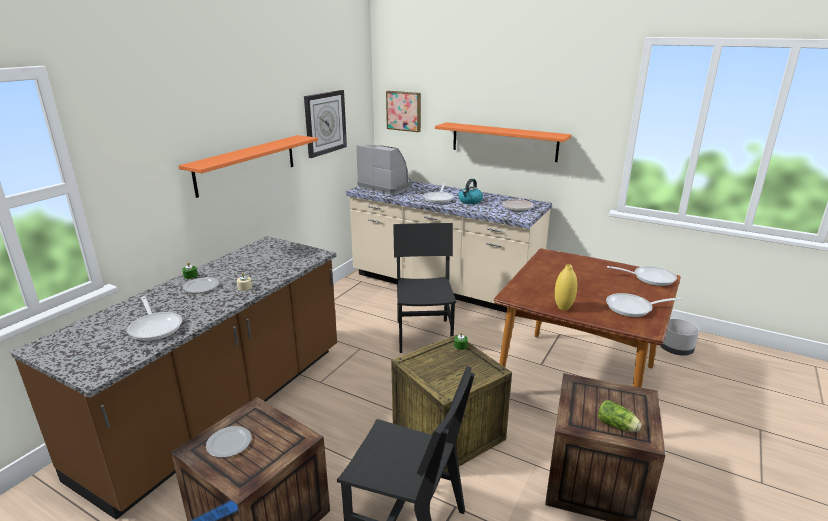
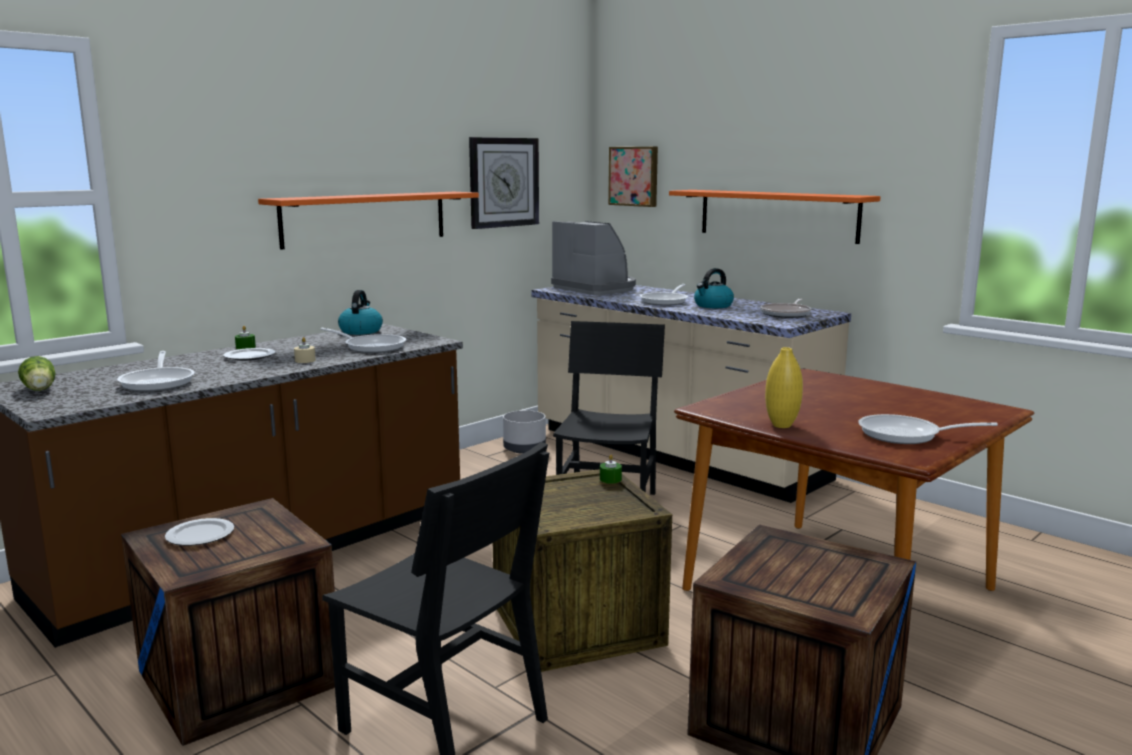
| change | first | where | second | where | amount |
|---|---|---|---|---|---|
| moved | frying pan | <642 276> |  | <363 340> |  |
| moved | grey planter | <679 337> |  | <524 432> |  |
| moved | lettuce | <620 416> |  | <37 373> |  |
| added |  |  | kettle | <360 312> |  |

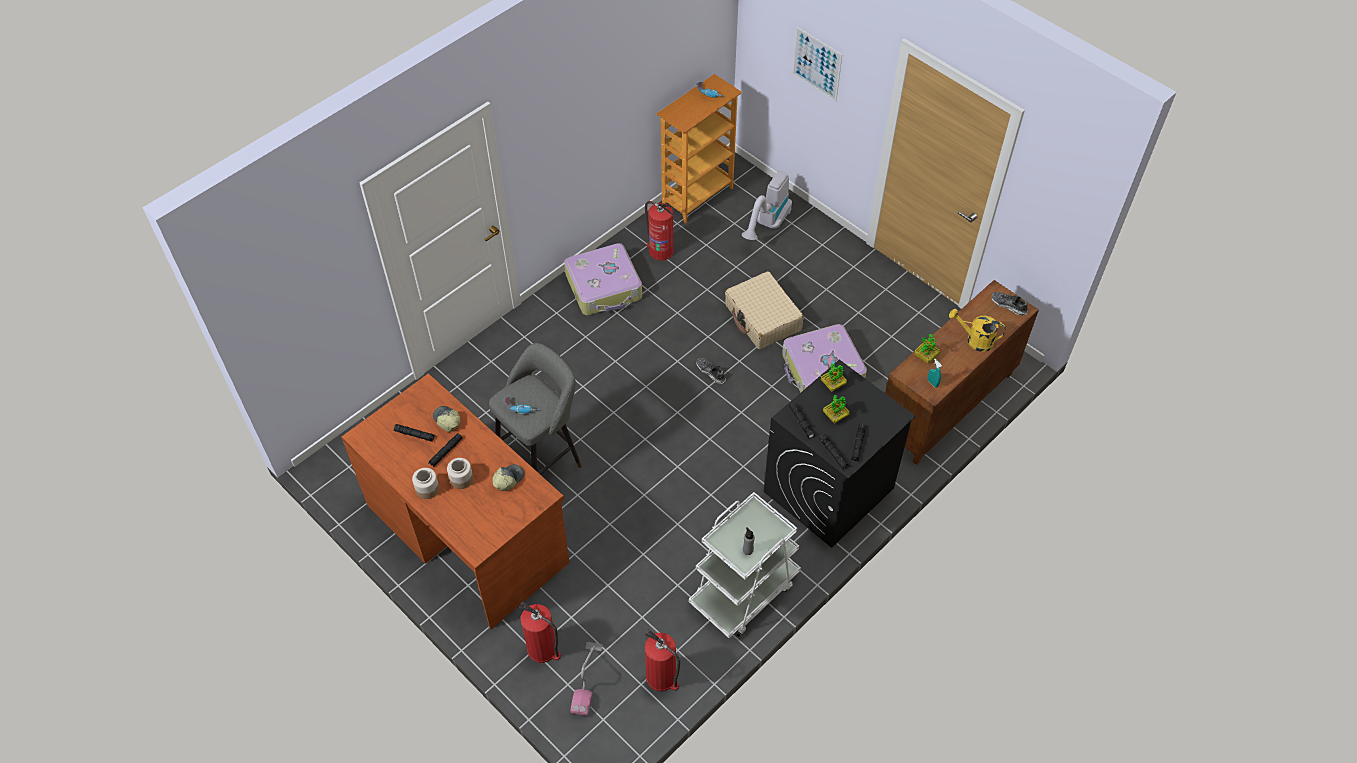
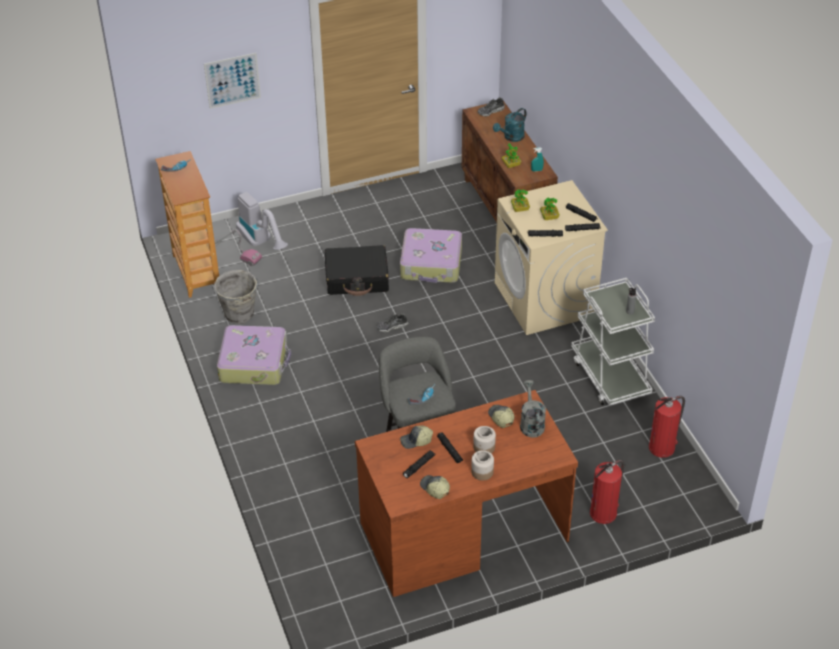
| change | first | where | second | where | amount |
|---|---|---|---|---|---|
| replaced | fire extinguisher | <659 231> | grey bucket | <236 297> |  |
| recoloured | beige suitcase | <764 310> | black suitcase | <357 270> |  |
| recoloured | yellow watering can | <977 330> | turquoise watering can | <510 125> |  |
| recoloured | black washing machine | <840 454> | beige washing machine | <551 257> |  |
| moved | vacuum cleaner | <586 679> |  | <238 248> |  |
| added |  |  | grey watering can | <533 409> |  |
| added |  |  | cap | <435 487> |  |

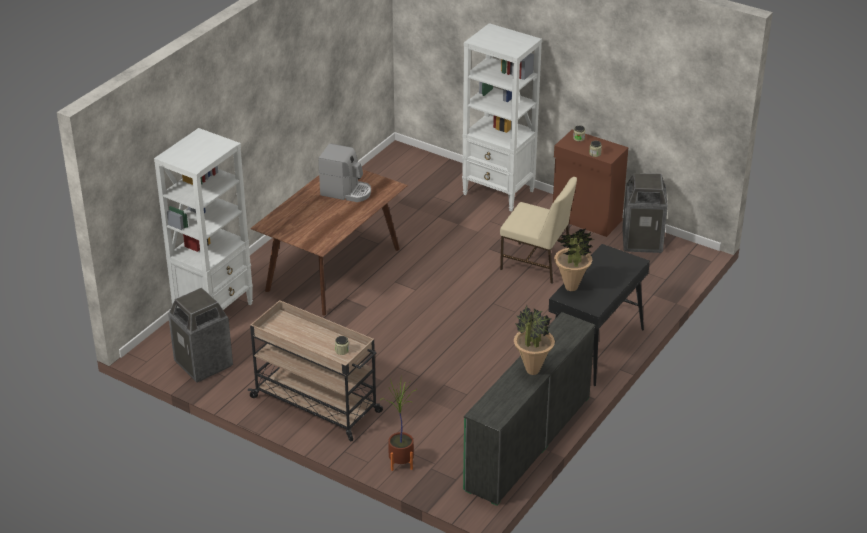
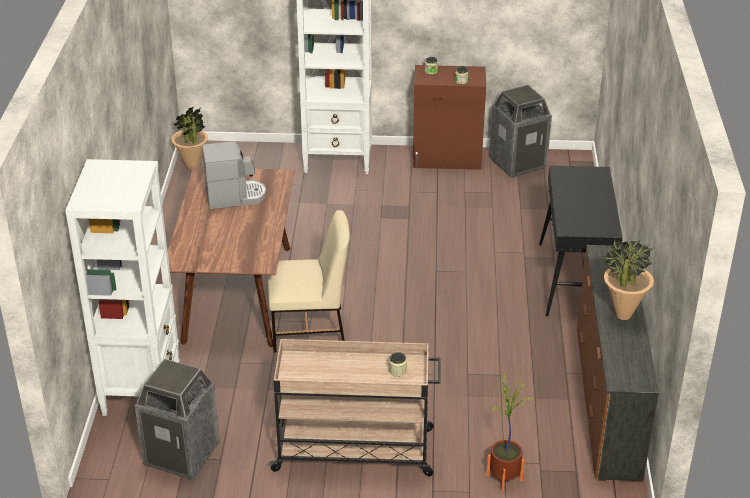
| change | first | where | second | where | amount |
|---|---|---|---|---|---|
| moved | beige chair | <538 230> |  | <308 281> |  |
| moved | potted plant | <573 260> |  | <189 138> |  |
| recoloured | green dresser | <529 409> | brown dresser | <618 363> |  |

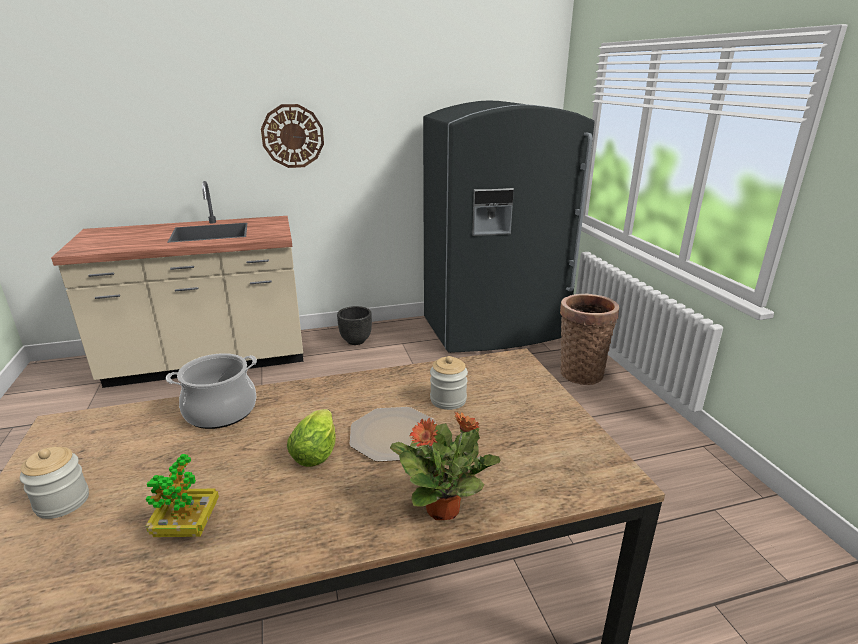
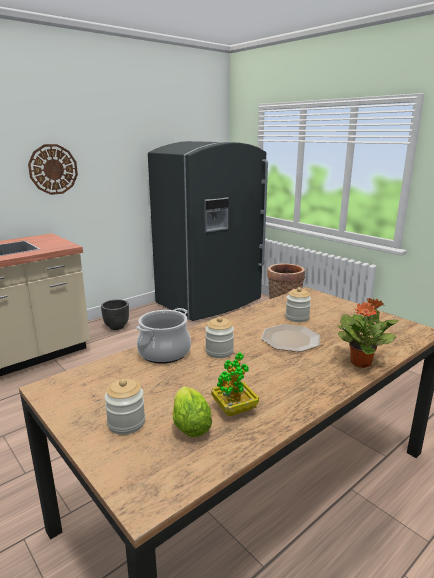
| change | first | where | second | where | amount |
|---|---|---|---|---|---|
| moved | lettuce | <311 438> |  | <192 411> |  |
| added |  |  | jar | <219 337> |  |

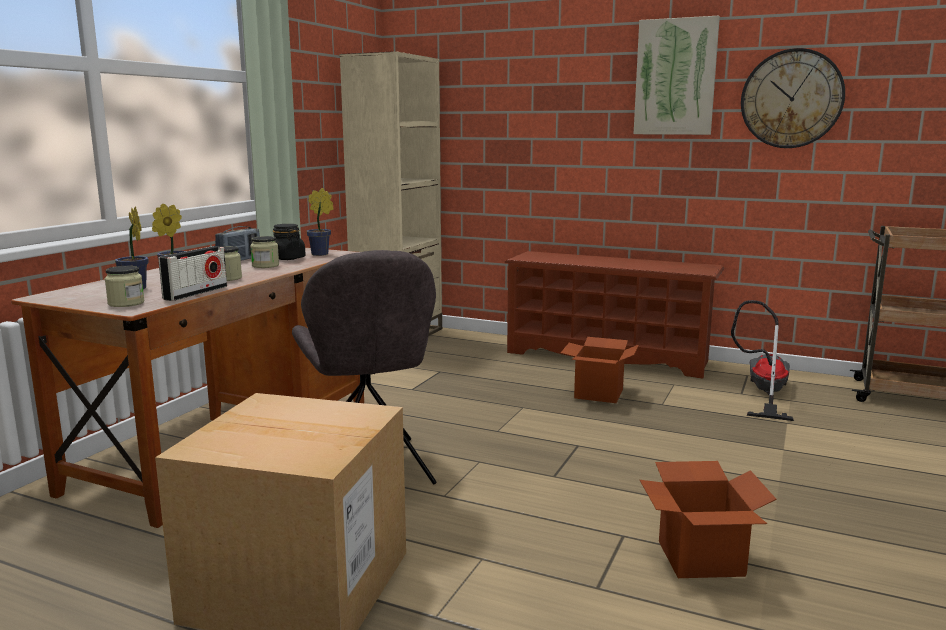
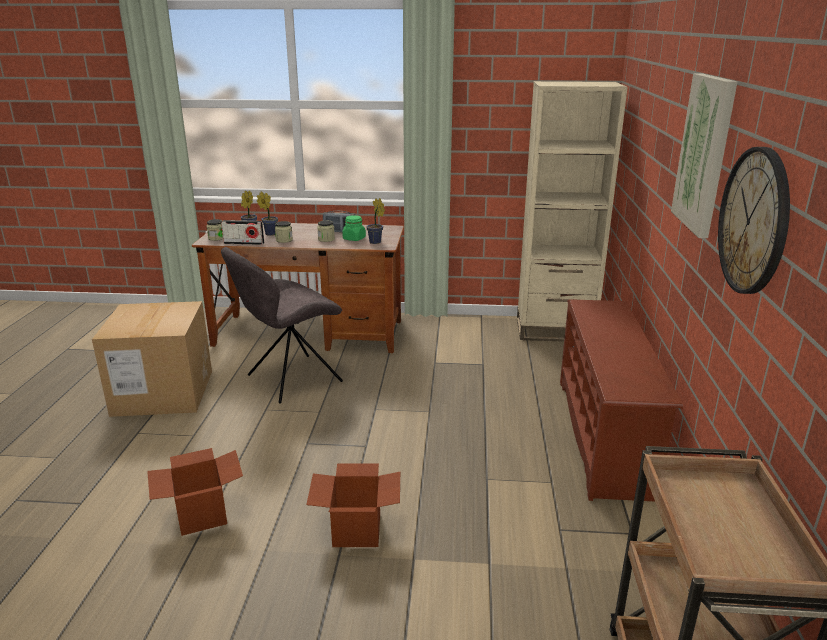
| change | first | where | second | where | amount |
|---|---|---|---|---|---|
| recoloured | black jar | <289 242> | green jar | <354 228> |  |
| removed | vacuum cleaner | <762 360> |  |  |  |
| moved | cardboard box | <600 370> |  | <353 505> |  |

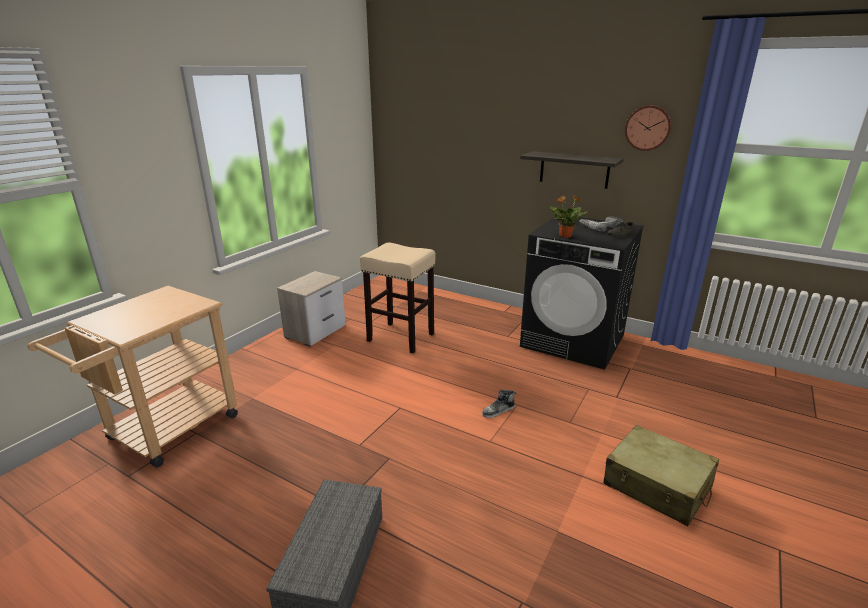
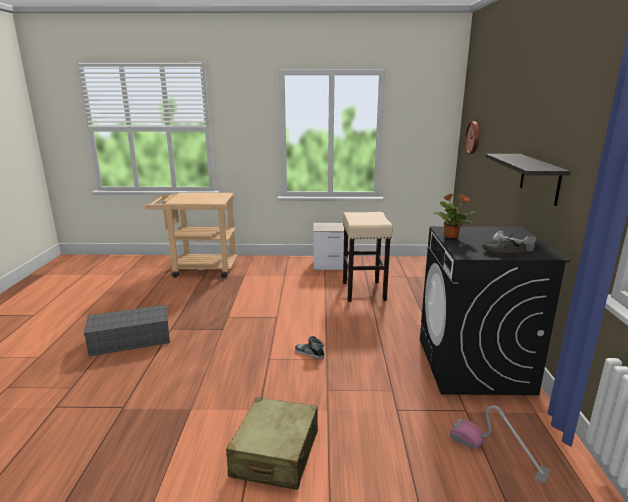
| change | first | where | second | where | amount |
|---|---|---|---|---|---|
| moved | wall clock | <648 128> |  | <472 137> |  |
| added |  |  | vacuum cleaner | <500 444> |  |

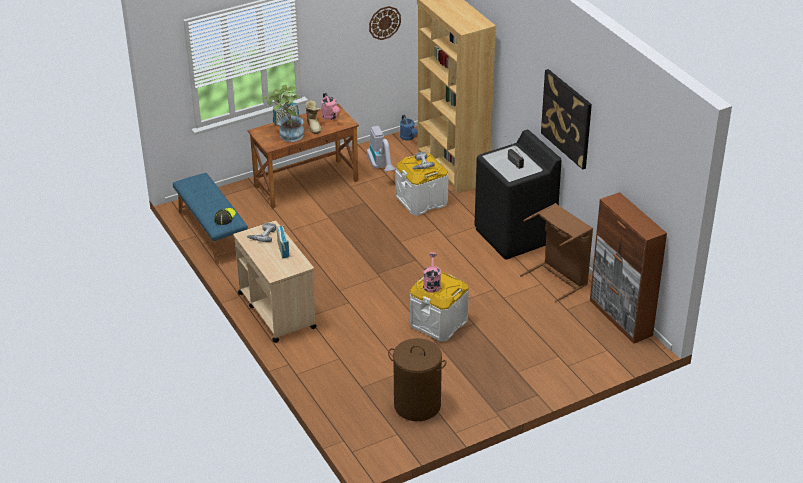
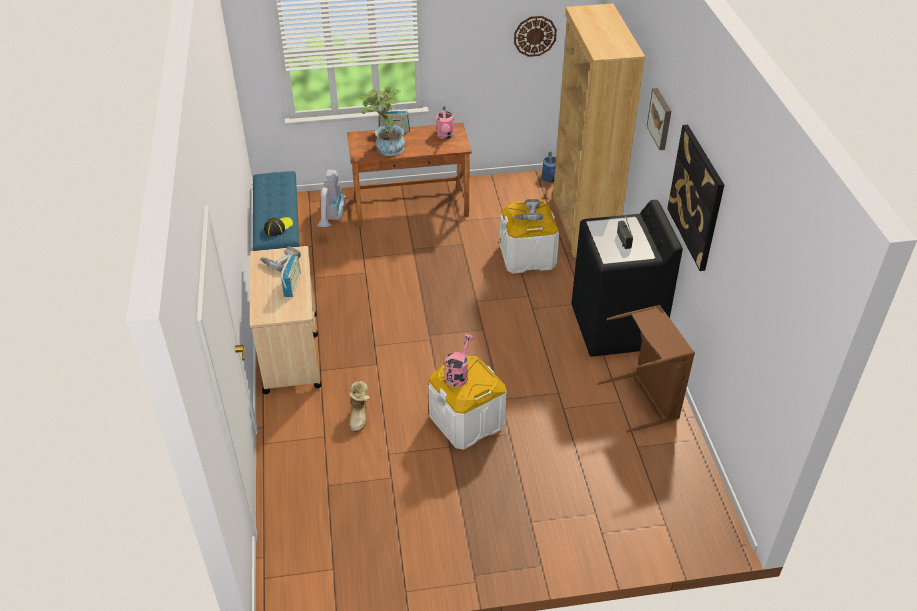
| change | first | where | second | where | amount |
|---|---|---|---|---|---|
| moved | boot | <313 117> |  | <359 406> |  |
| moved | vacuum cleaner | <381 148> |  | <331 198> |  |
| removed | brown cabinet | <628 268> |  |  |  |
| removed | brown laundry basket | <417 379> |  |  |  |
| added |  |  | picture | <658 119> |  |

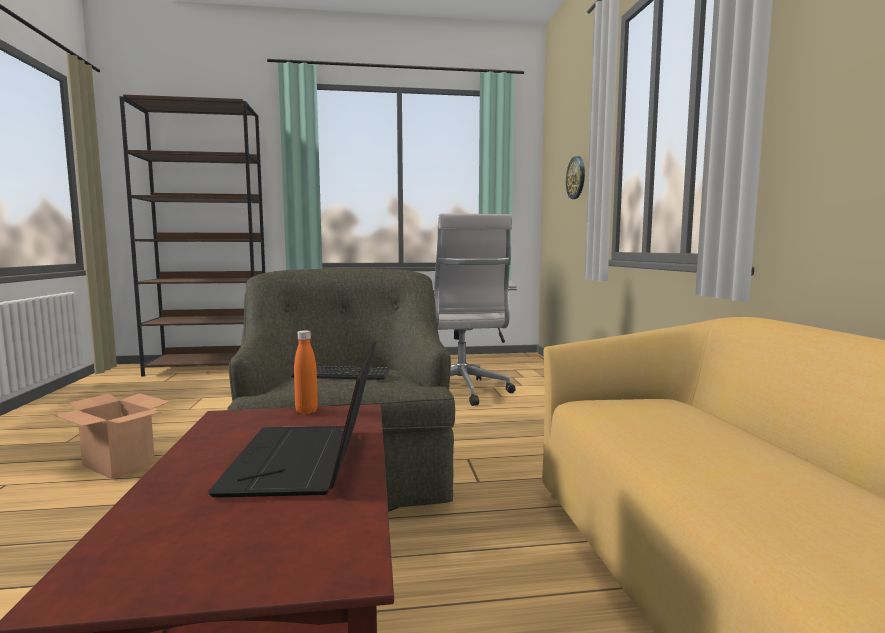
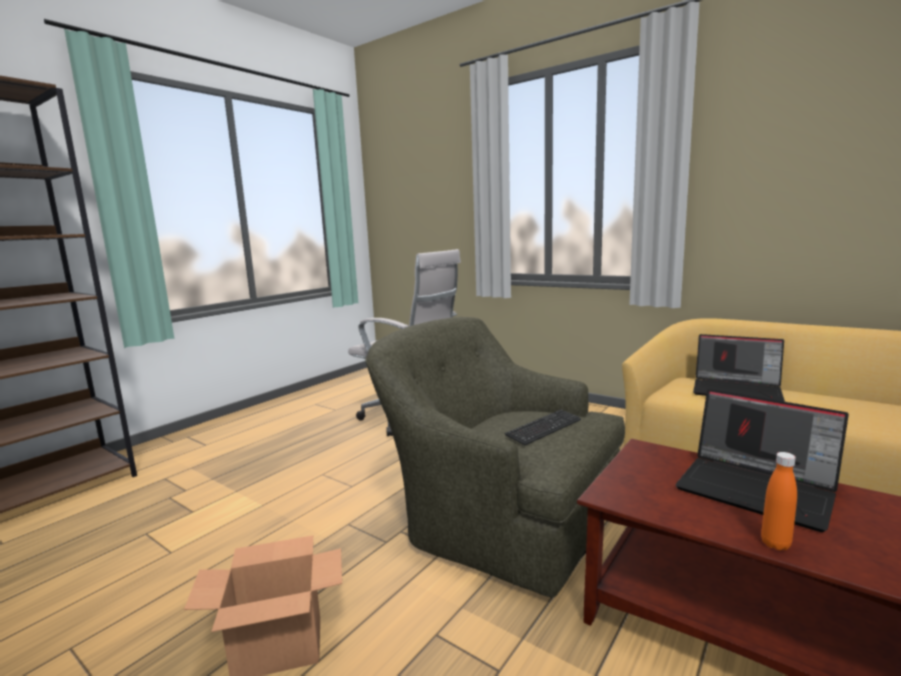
| change | first | where | second | where | amount |
|---|---|---|---|---|---|
| removed | wall clock | <575 177> |  |  |  |
| moved | orange bottle | <306 372> |  | <779 501> |  |
| added |  |  | laptop | <739 368> |  |

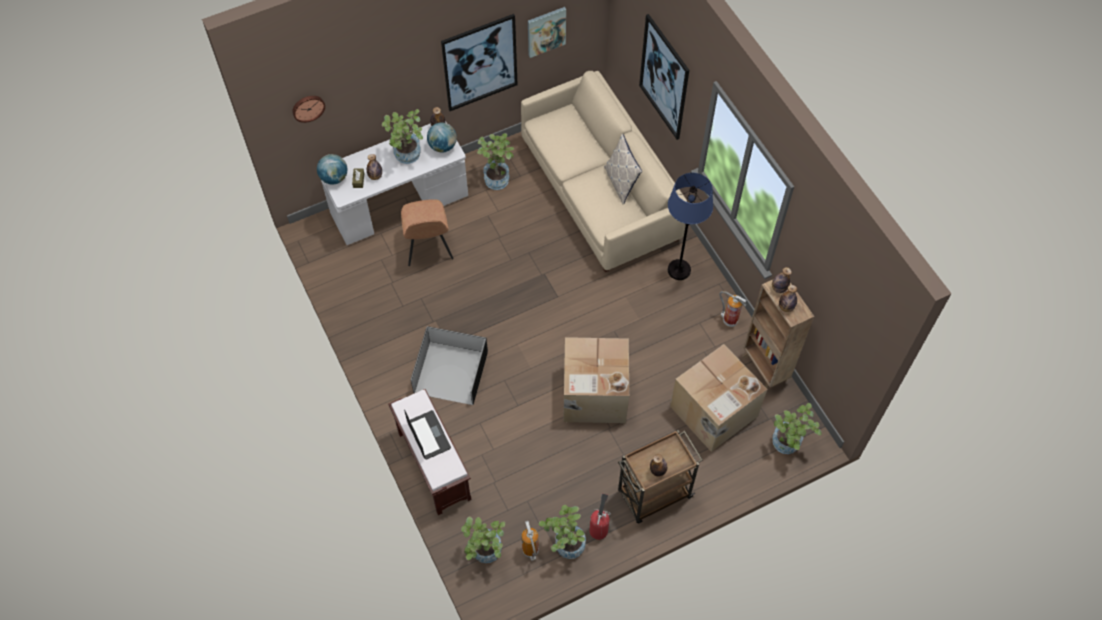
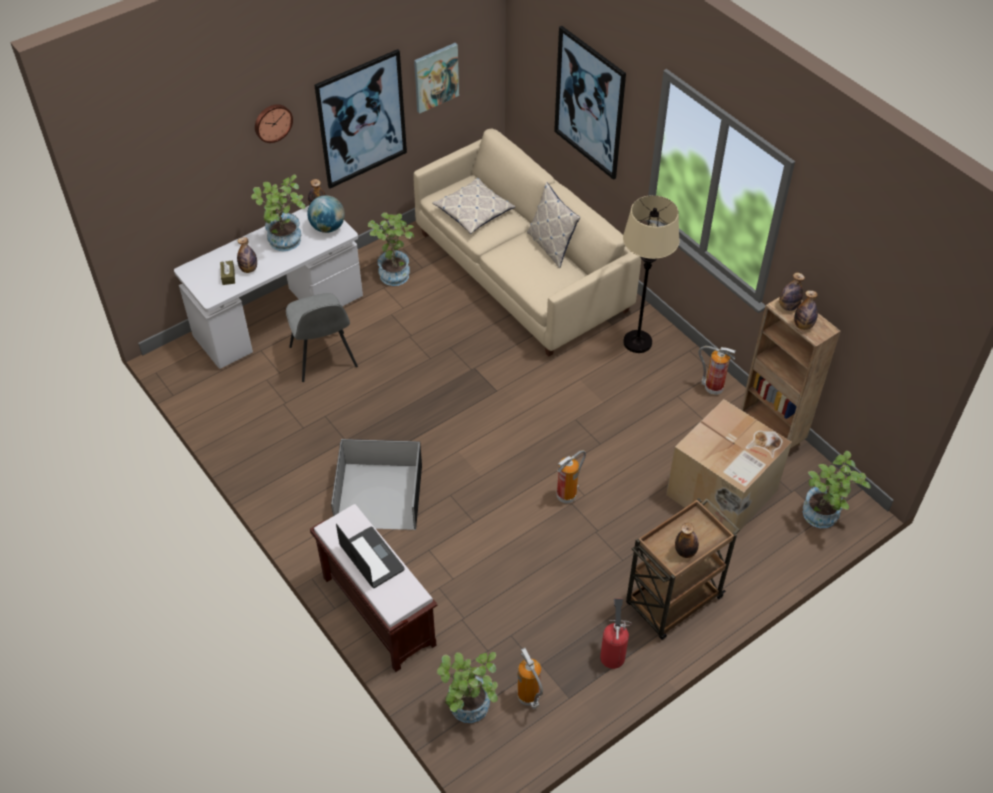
| change | first | where | second | where | amount |
|---|---|---|---|---|---|
| moved | wall clock | <308 109> |  | <274 123> |  |
| removed | globe | <332 169> |  |  |  |
| recoloured | blue floor lamp | <690 226> | beige floor lamp | <651 274> |  |
| recoloured | brown chair | <427 232> | grey chair | <322 337> |  |
| replaced | cardboard box | <596 380> | fire extinguisher | <571 477> |  |
| removed | potted plant | <562 532> |  |  |  |
| added |  |  | pillow | <473 205> |  |

